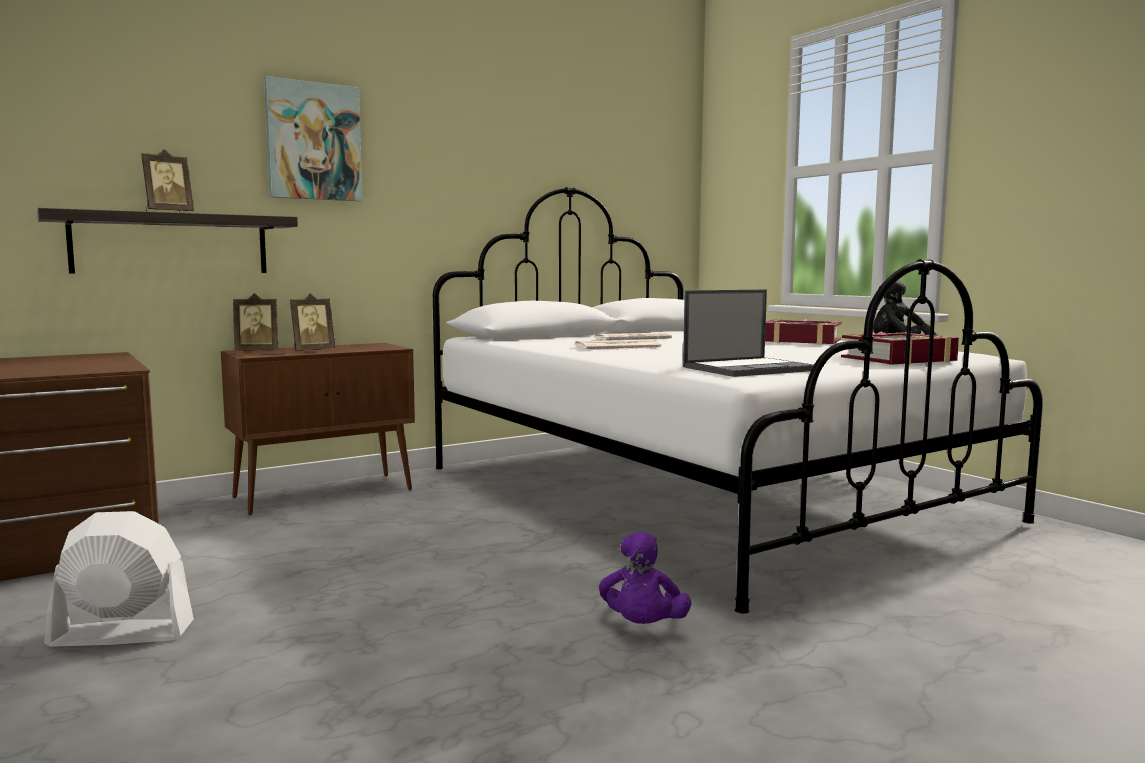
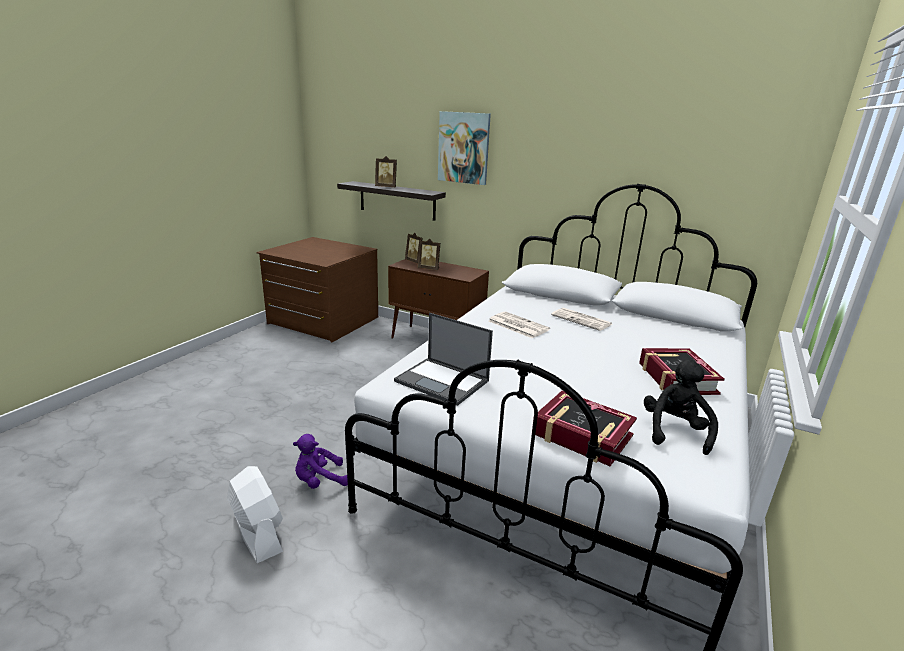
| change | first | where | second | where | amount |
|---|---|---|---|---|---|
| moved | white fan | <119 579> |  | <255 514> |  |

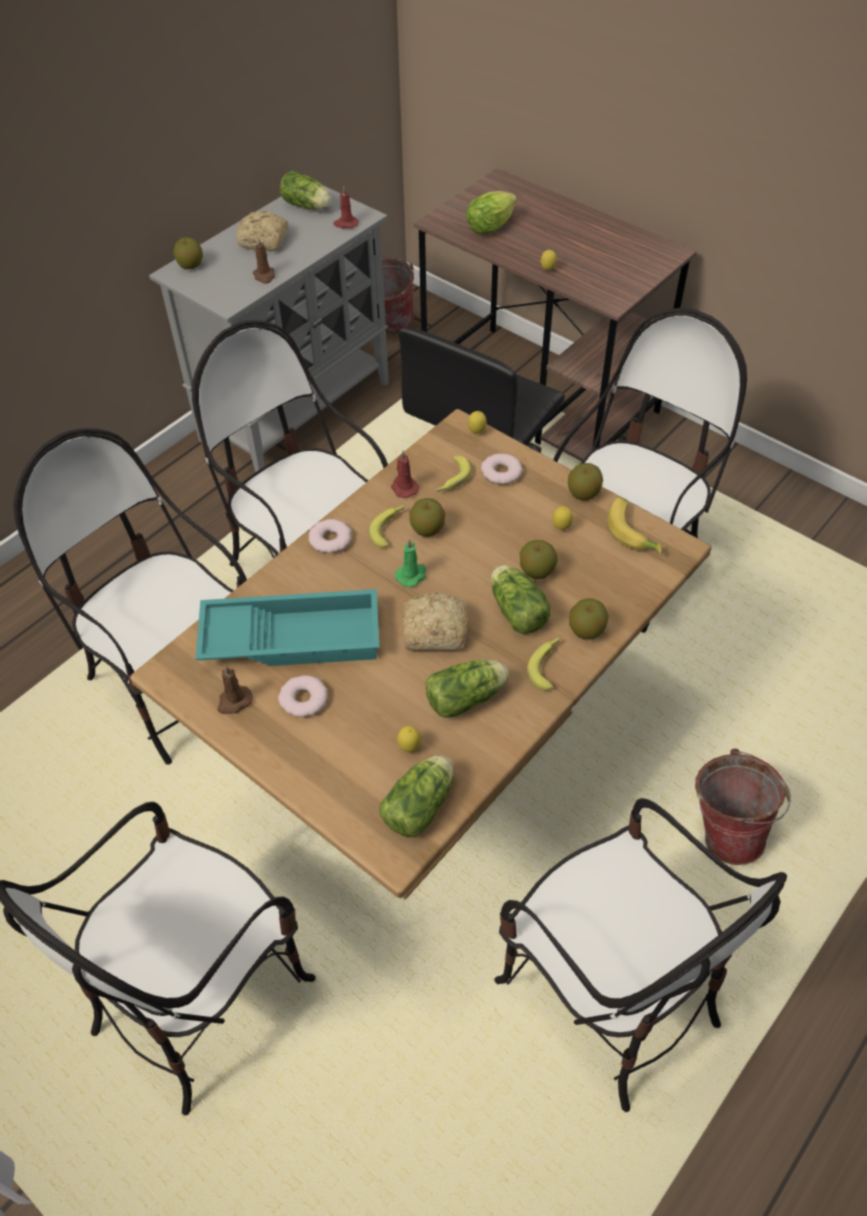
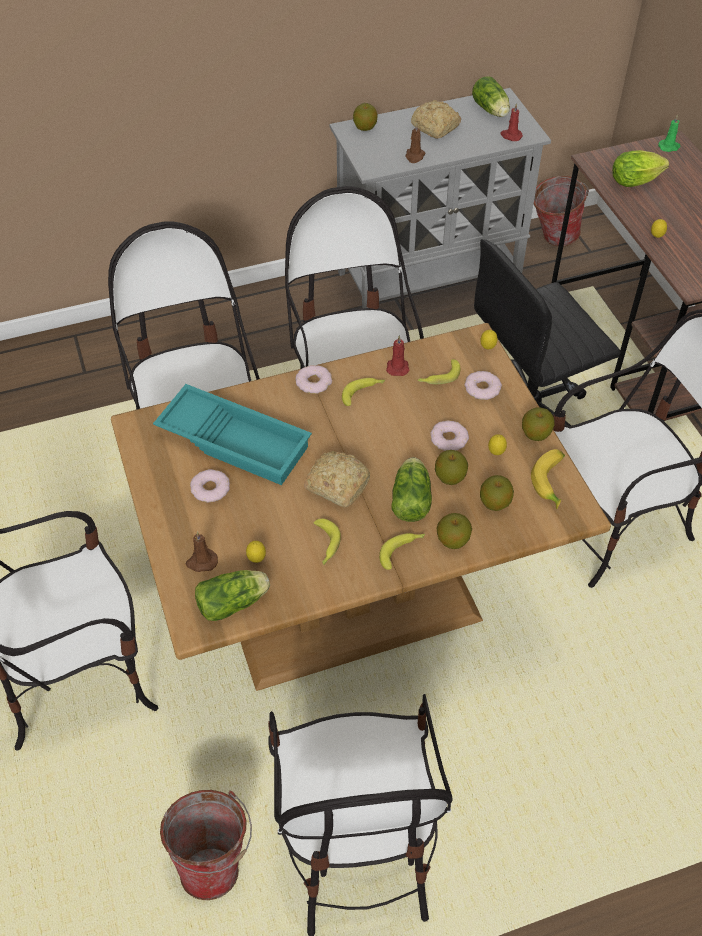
| change | first | where | second | where | amount |
|---|---|---|---|---|---|
| moved | apple | <427 517> |  | <497 493> |  |
| moved | green candle | <410 562> |  | <669 133> |  |
| replaced | lettuce | <467 689> | banana | <327 541> |  |
| moved | brown candle | <235 689> |  | <202 551> |  |
| moved | bucket | <743 806> |  | <206 845> |  |
| added |  |  | donut | <449 435> |  |

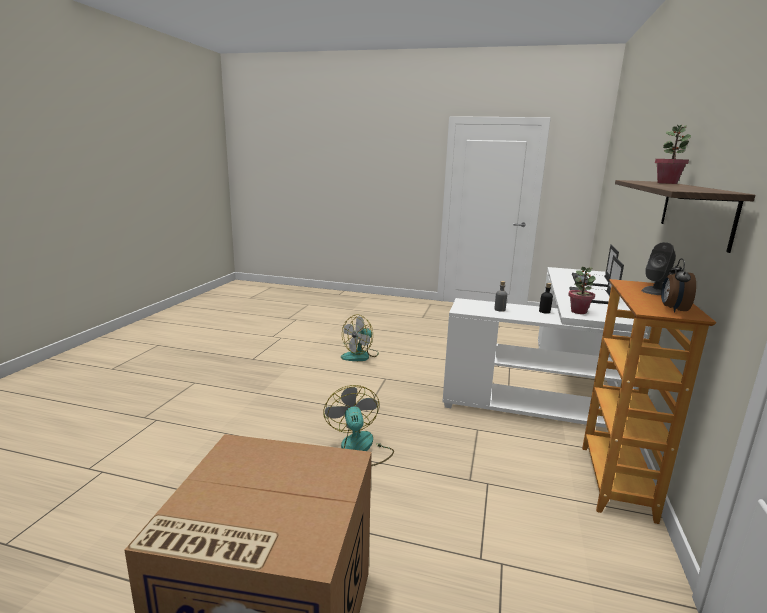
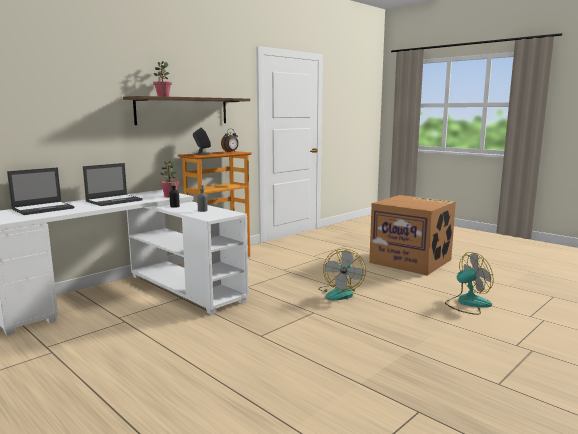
| change | first | where | second | where | amount |
|---|---|---|---|---|---|
| moved | fan | <360 338> |  | <469 283> |  |

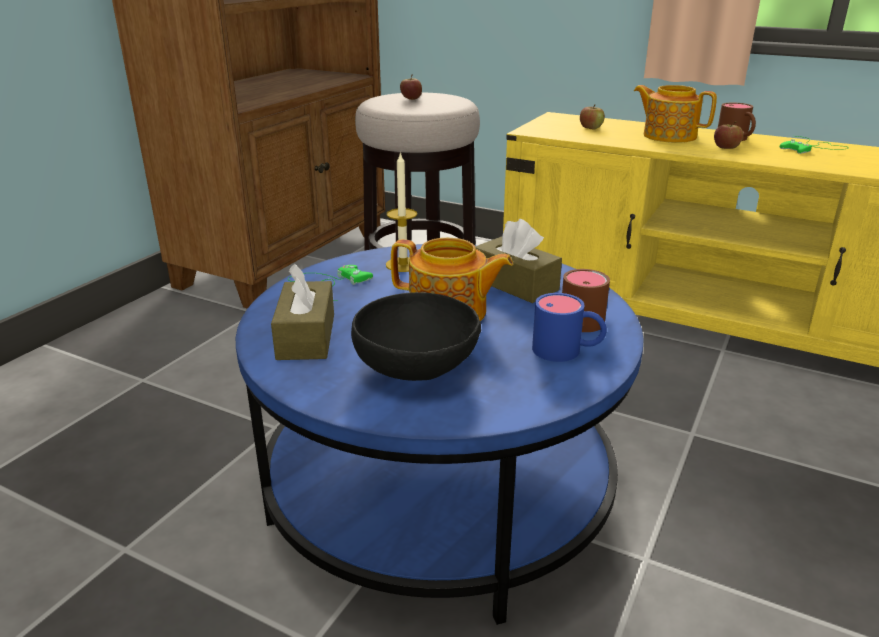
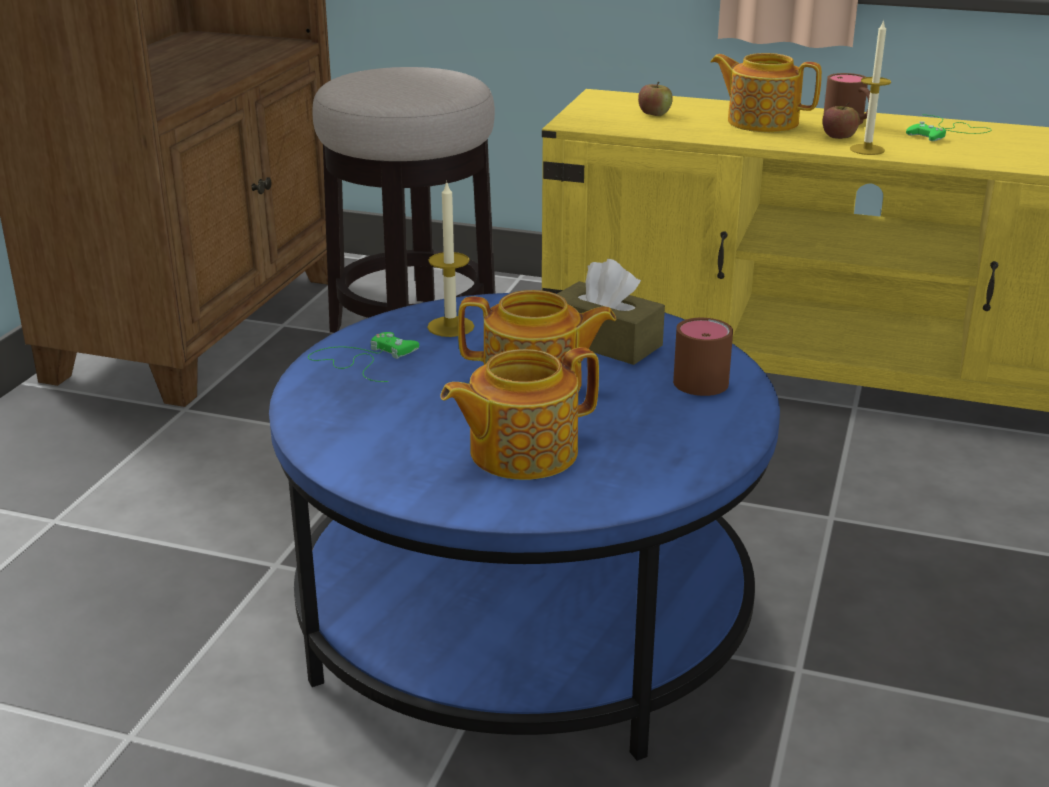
| change | first | where | second | where | amount |
|---|---|---|---|---|---|
| removed | apple | <411 87> |  |  |  |
| removed | brown tissue box | <302 312> |  |  |  |
| replaced | black bowl | <416 336> | teapot | <519 413> |  |
| removed | blue mug | <569 327> |  |  |  |
| added |  |  | candle | <870 87> |  |

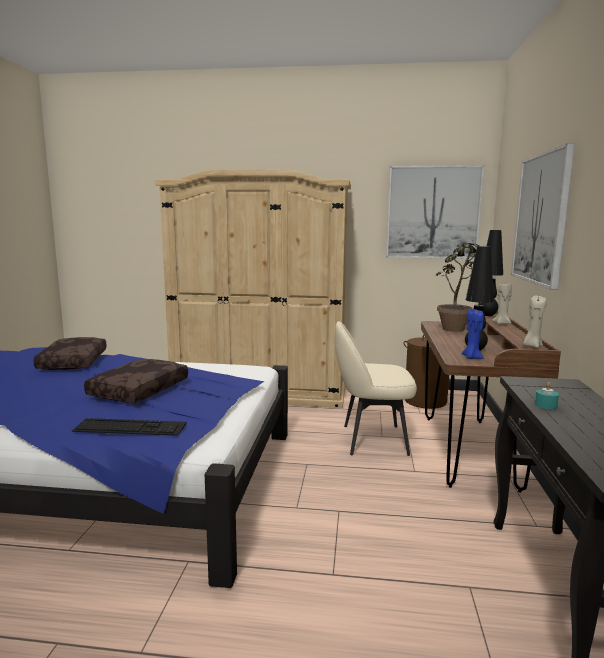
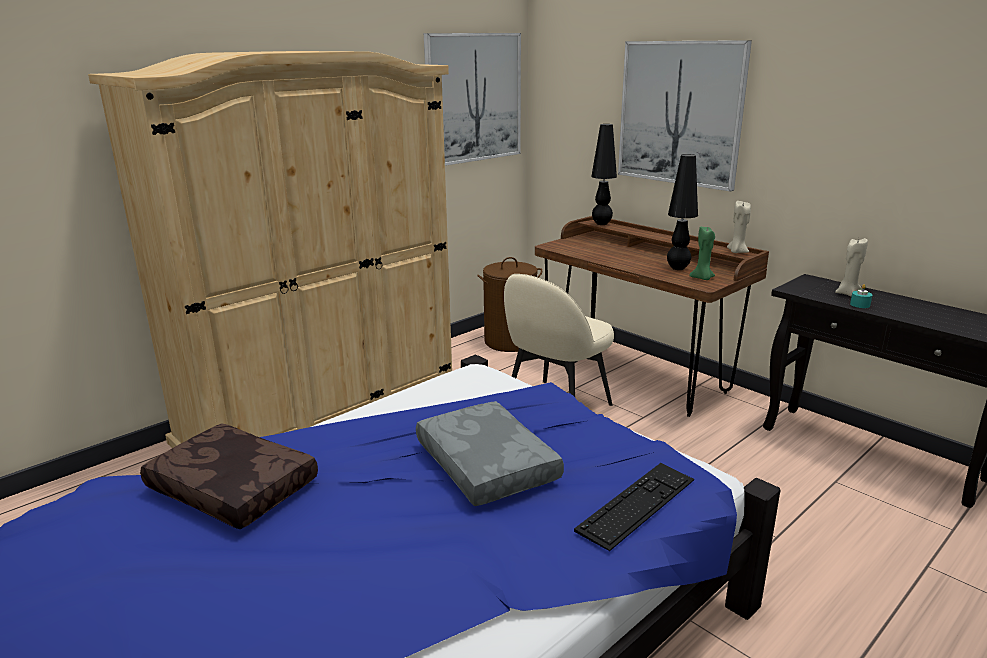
| change | first | where | second | where | amount |
|---|---|---|---|---|---|
| removed | potted plant | <458 287> |  |  |  |
| moved | beige candle | <502 303> |  | <851 267> |  |
| recoloured | blue candle | <473 334> | green candle | <702 253> |  |
| recoloured | brown pillow | <136 381> | grey pillow | <490 453> |  |

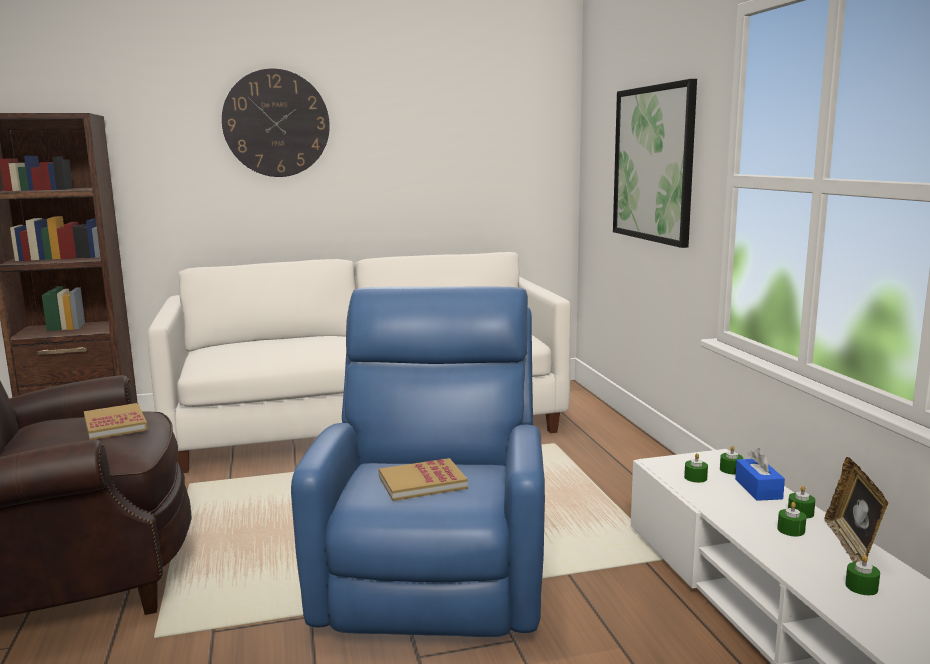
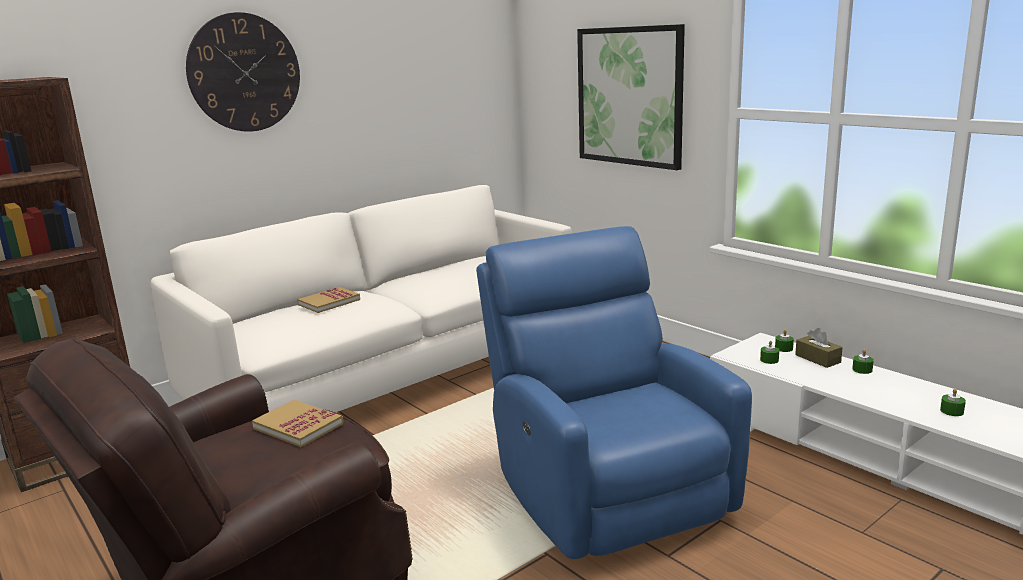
| change | first | where | second | where | amount |
|---|---|---|---|---|---|
| recoloured | blue tissue box | <760 474> | brown tissue box | <819 348> |  |
| removed | picture frame | <856 509> |  |  |  |
| moved | book | <423 479> |  | <328 300> |  |
| removed | green candle | <792 519> |  |  |  |

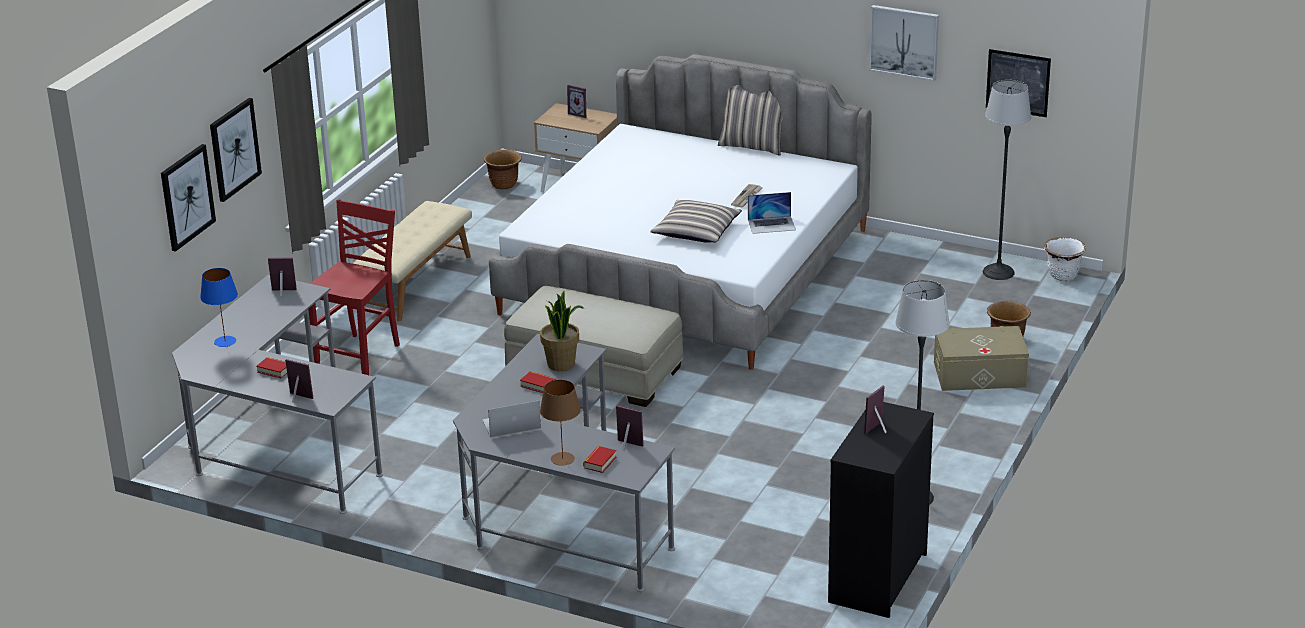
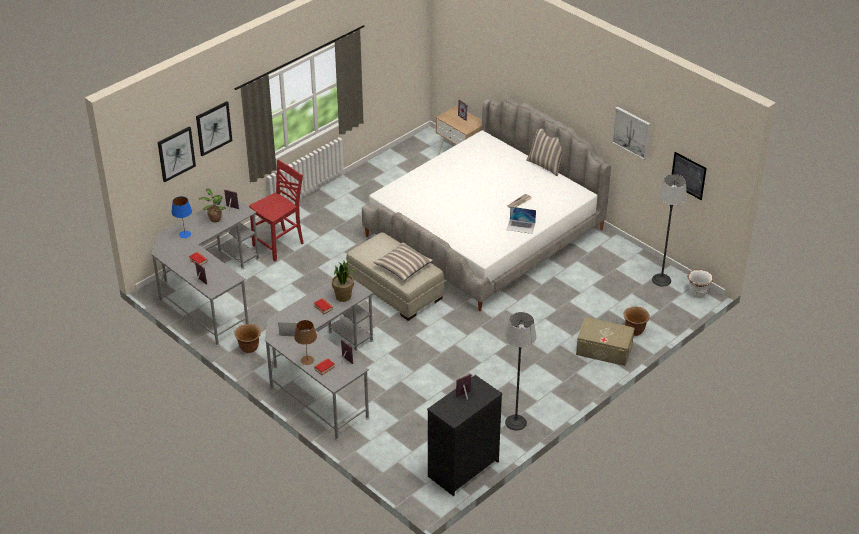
| change | first | where | second | where | amount |
|---|---|---|---|---|---|
| moved | brown planter | <503 169> |  | <247 338> |  |
| moved | pillow | <696 221> |  | <403 261> |  |
| removed | beige bench | <412 261> |  |  |  |
| added |  |  | potted plant | <212 205> |  |

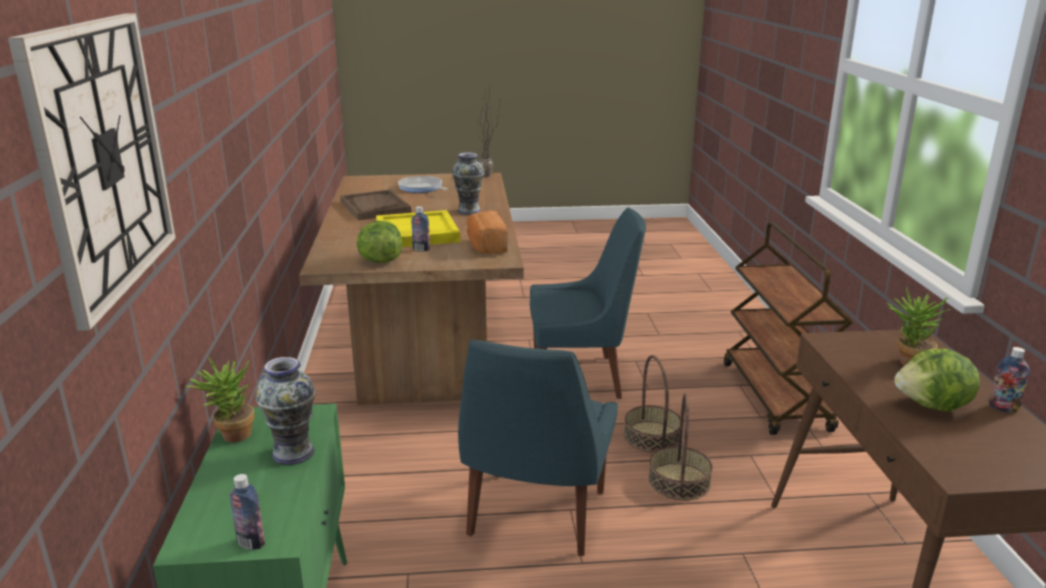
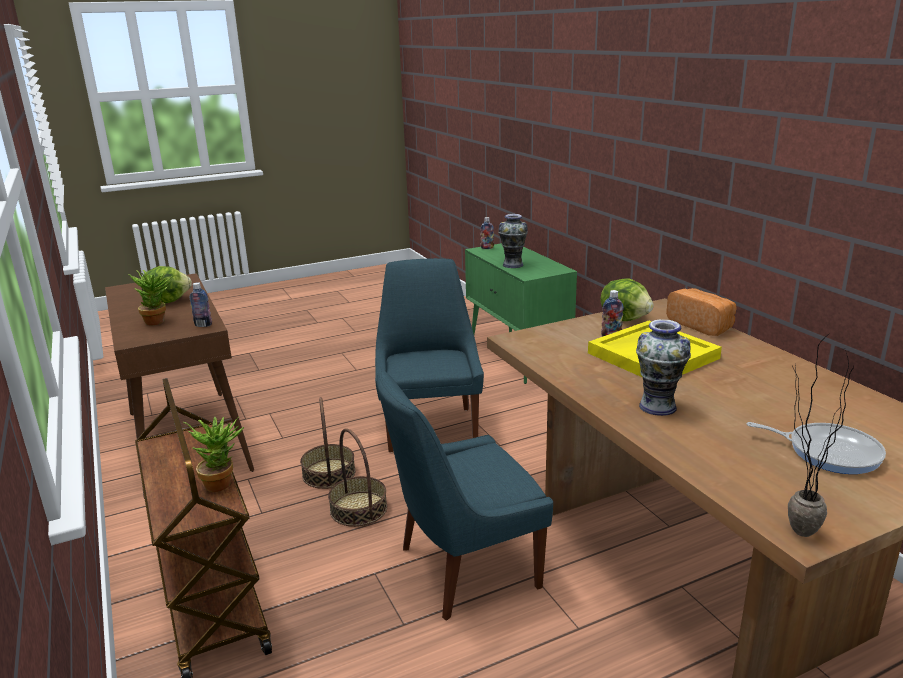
| change | first | where | second | where | amount |
|---|---|---|---|---|---|
| removed | wall clock | <92 172> |  |  |  |
| removed | brown tray | <375 204> |  |  |  |
| moved | bread | <487 232> |  | <701 312> |  |
| moved | bottle | <1009 380> |  | <200 304> |  |
| moved | potted plant | <220 399> |  | <213 454> |  |

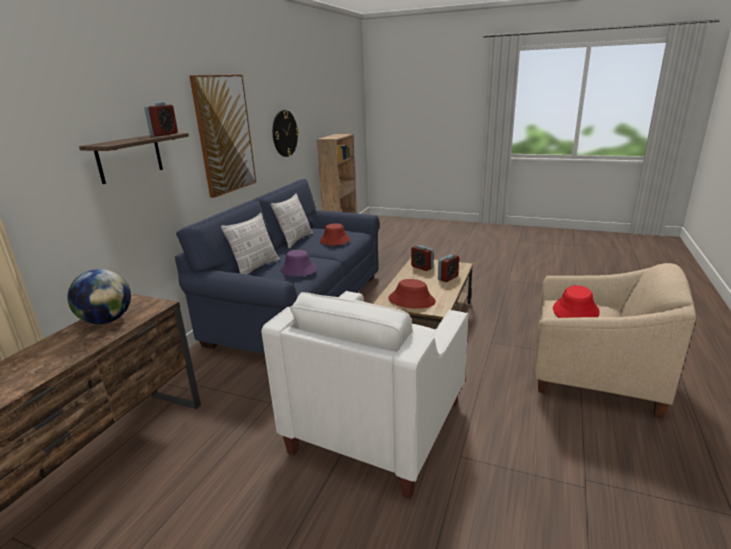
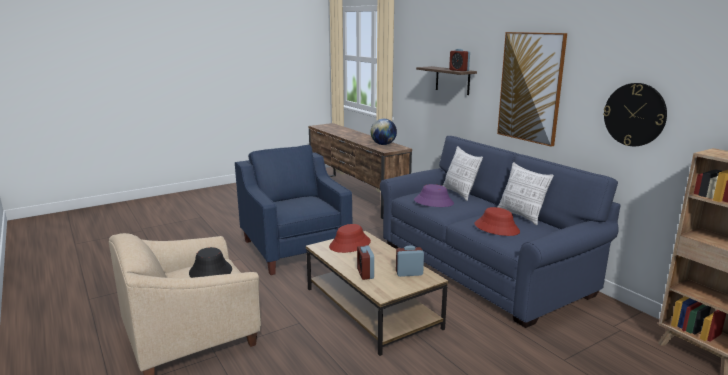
| change | first | where | second | where | amount |
|---|---|---|---|---|---|
| recoloured | red hat | <576 301> | black hat | <210 262> |  |
| recoloured | white armchair | <365 395> | blue armchair | <293 210> |  |

